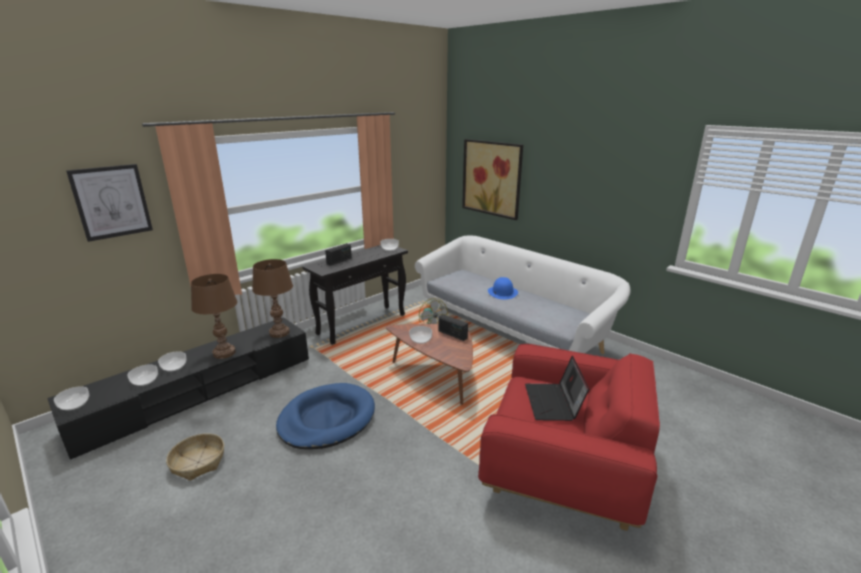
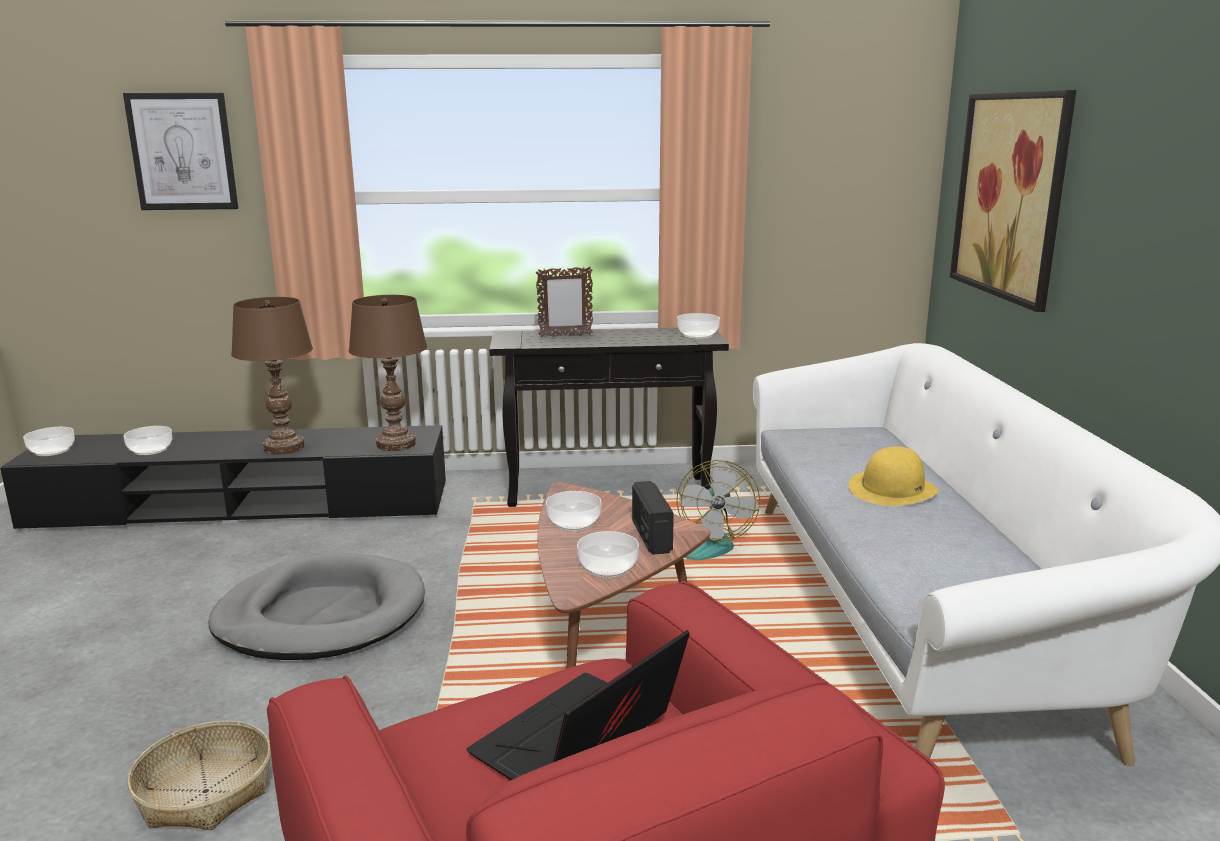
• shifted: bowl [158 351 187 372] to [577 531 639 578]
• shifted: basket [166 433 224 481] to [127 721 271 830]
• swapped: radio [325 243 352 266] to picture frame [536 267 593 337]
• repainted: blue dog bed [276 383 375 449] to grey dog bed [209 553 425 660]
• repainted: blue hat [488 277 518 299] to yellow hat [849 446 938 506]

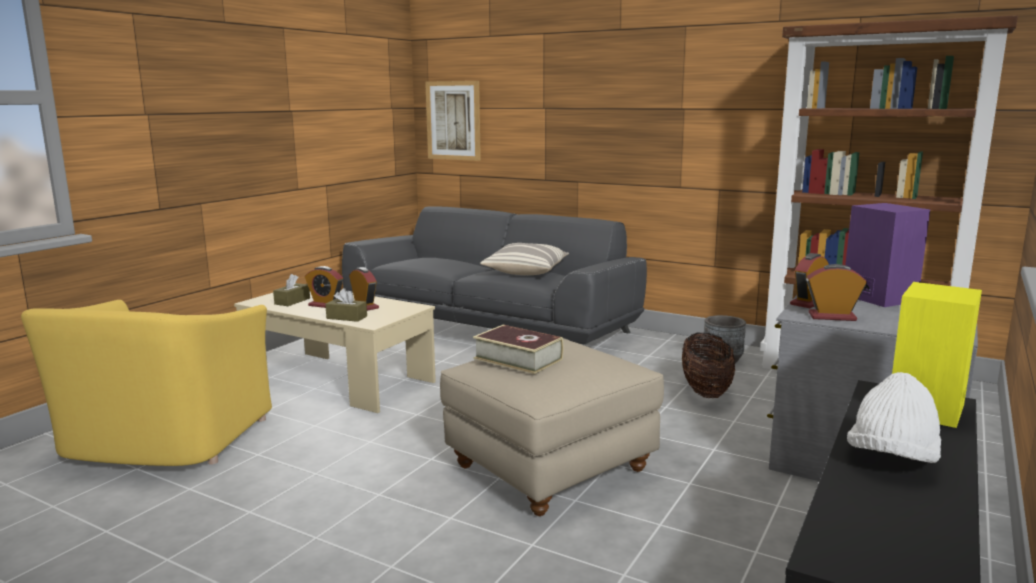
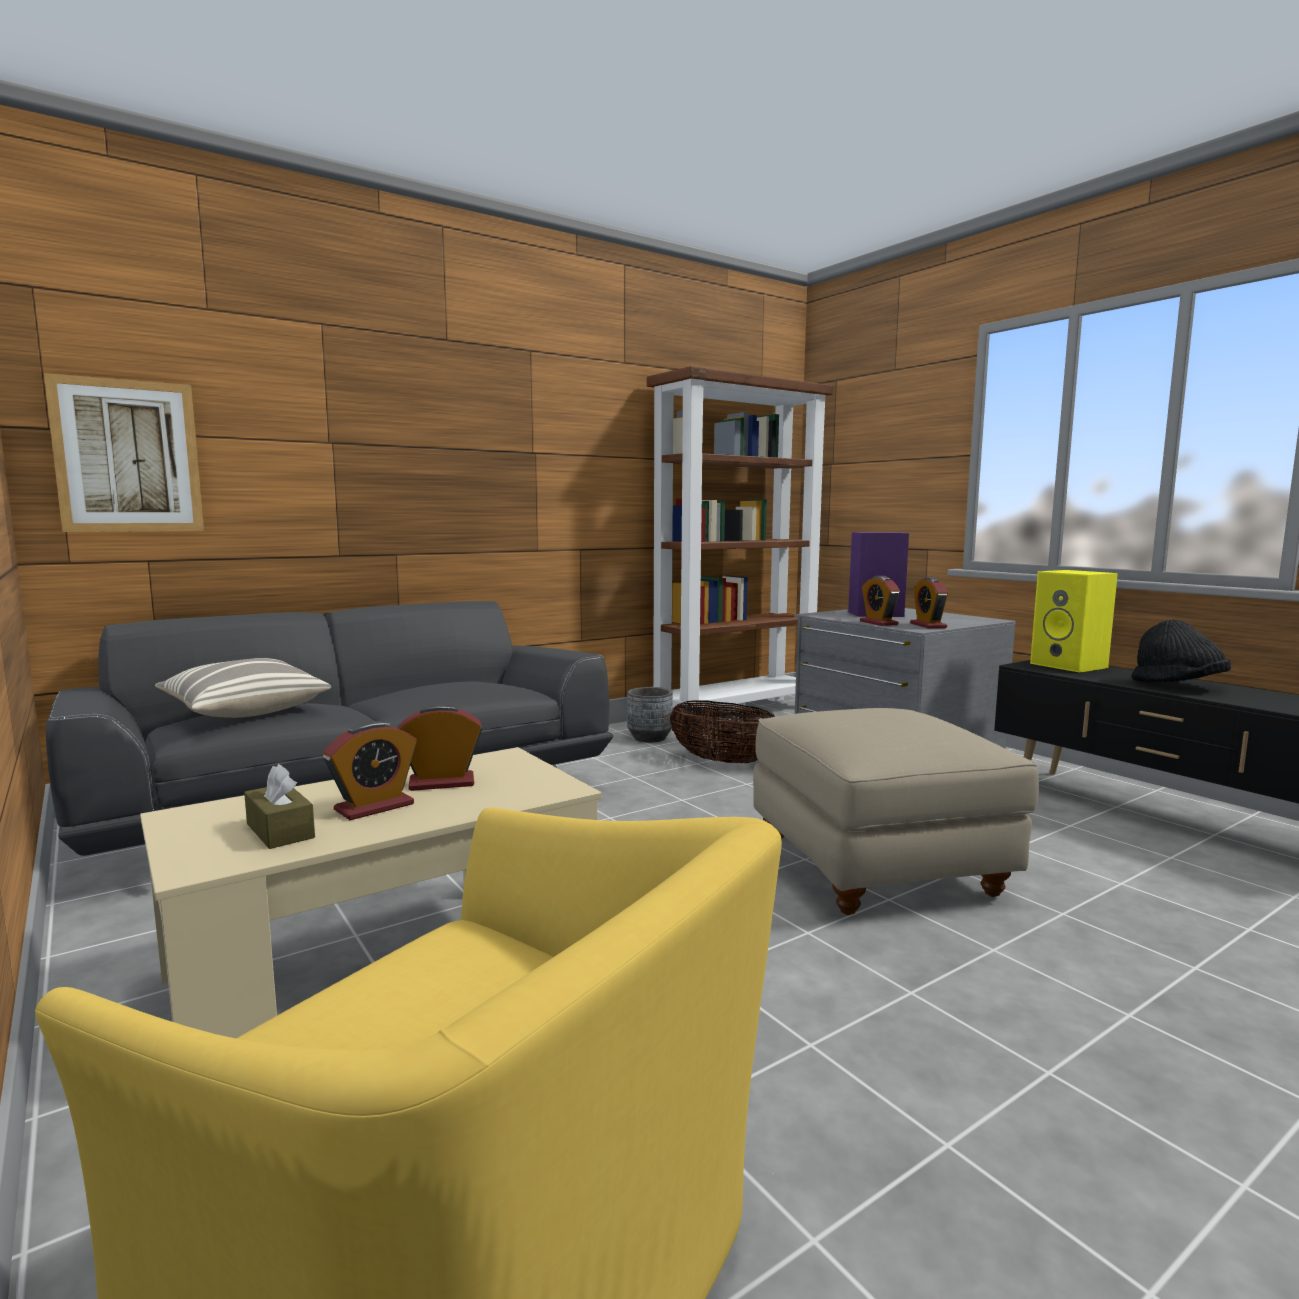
• gone: brown tissue box [325 288 367 322]
• gone: book [473 325 563 374]
• shifted: pillow [480 243 569 275] to [155 658 331 718]
• repainted: white hat [847 372 941 463] to black hat [1132 619 1231 682]
• rotated: alarm clock [806 264 867 321] = [910 577 948 628] 45 degrees counterclockwise

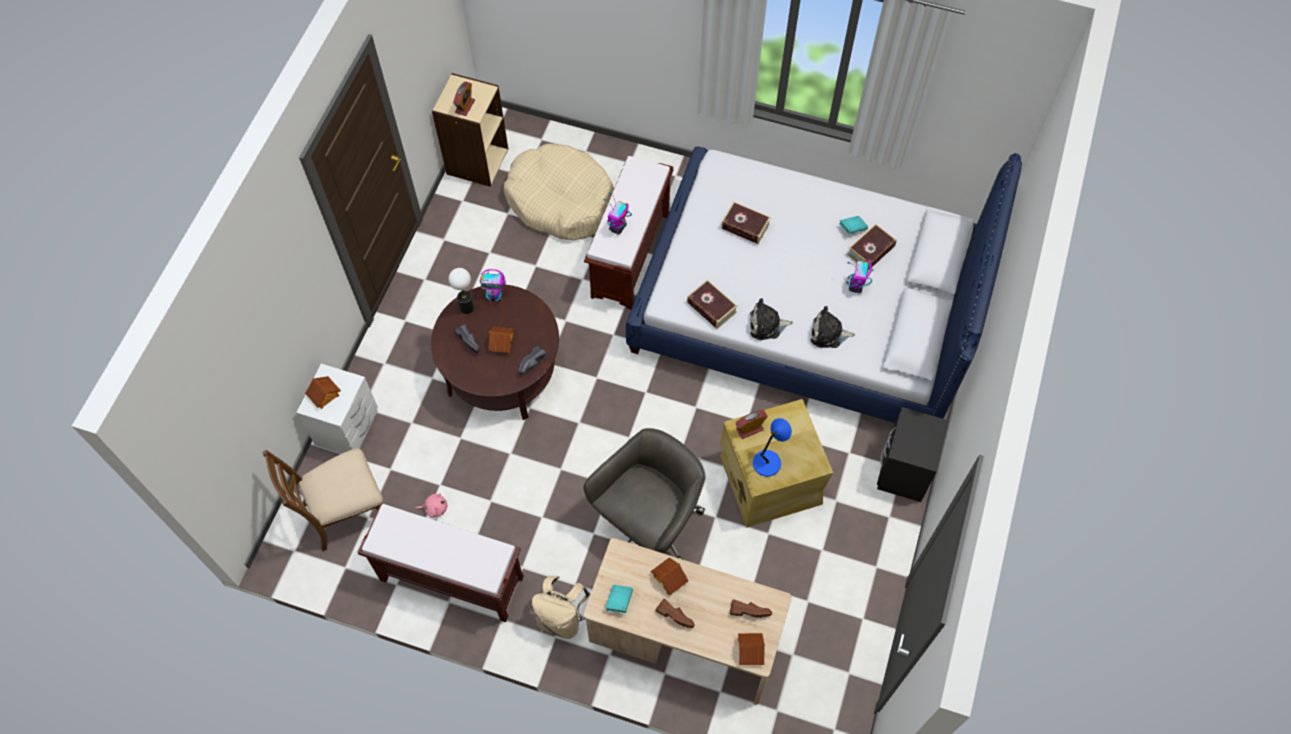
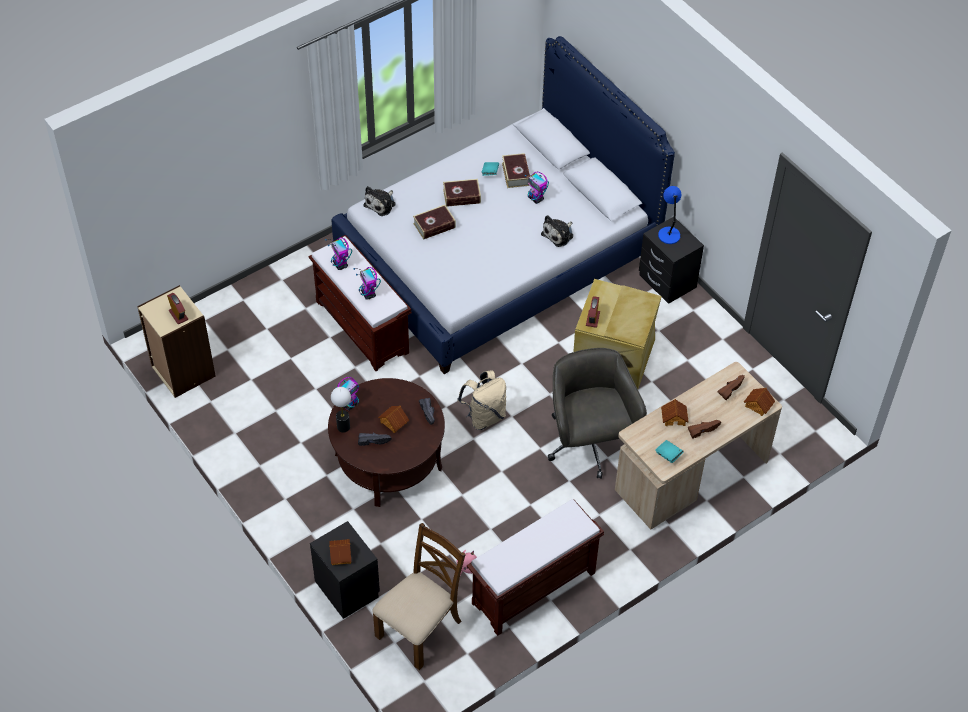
• gone: beige dog bed [504 144 614 240]
• new: toy robot [325 237 352 270]
• shifted: beige backpack [531 576 590 639] to [457 370 506 430]
• shifted: book [687 279 738 329] to [443 179 481 207]
• shifted: plush toy [750 298 793 340] to [364 186 396 216]
• shifted: blue table lamp [753 418 792 477] to [658 186 682 244]
• repainted: white nightstand [296 364 378 454] to black nightstand [310 521 380 619]
• rotated: brown chair [262 448 383 551] = [372 523 466 670] 150 degrees counterclockwise

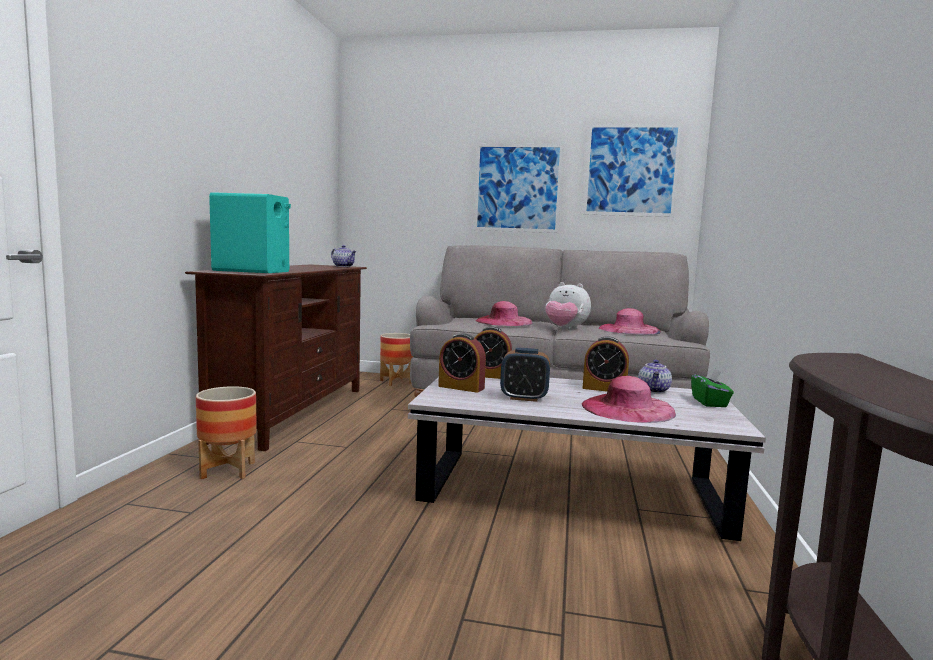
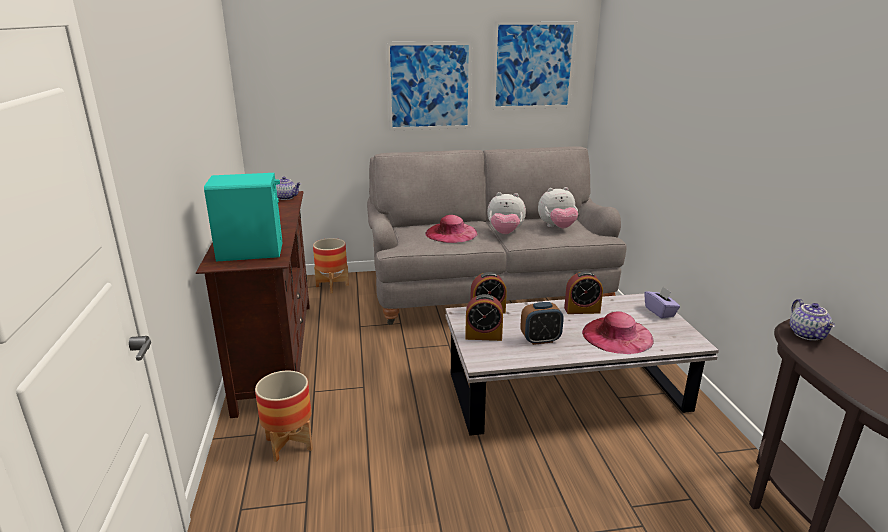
• shifted: teapot [638 360 672 393] to [790 299 835 341]
• swapped: pink hat [599 308 661 335] to plush toy [538 187 578 228]
• repainted: green tissue box [691 369 734 407] to purple tissue box [644 287 680 319]

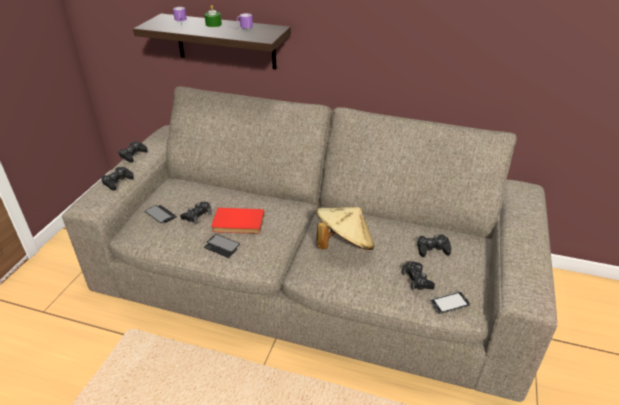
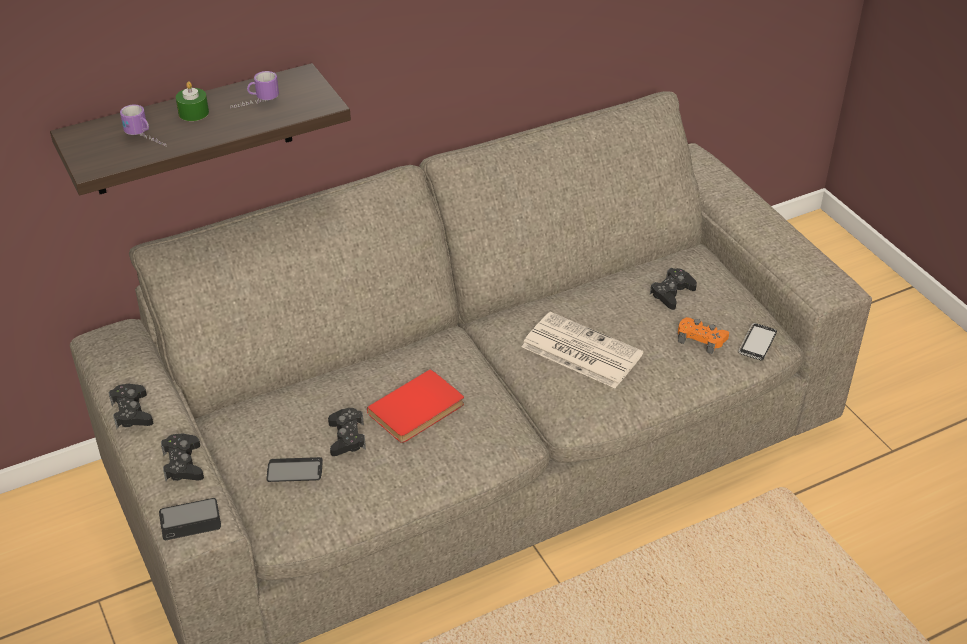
• shifted: phone [204 234 240 258] to [159 498 221 540]
• swapped: beige hat [316 207 374 250] to newspaper [521 312 643 388]
• repainted: black game controller [402 261 435 291] to orange game controller [678 317 729 354]

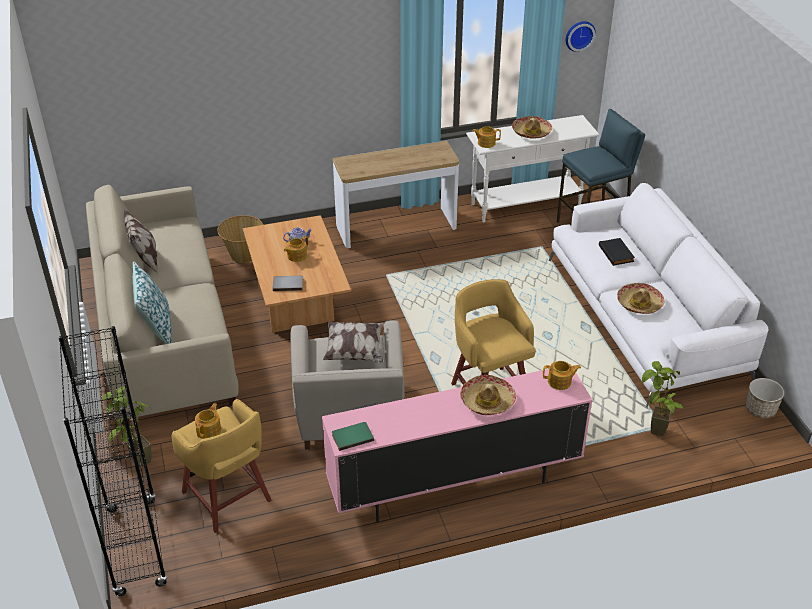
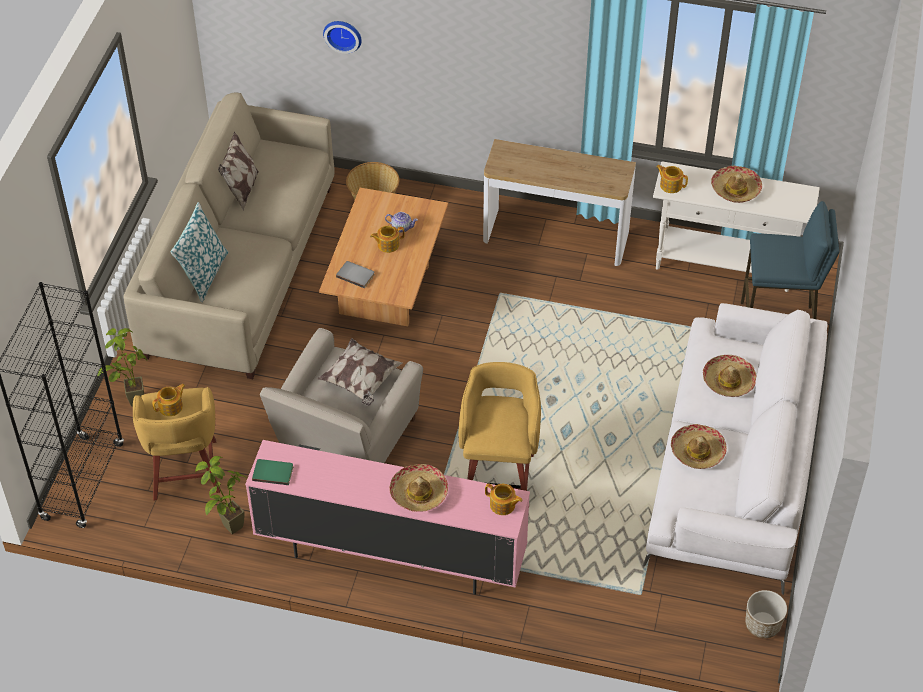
• shifted: wall clock [566 21 596 52] to [323 21 361 54]
• shifted: potted plant [642 361 683 436] to [195 456 247 534]
• swapped: black book [599 238 635 266] to hat [703 355 756 397]

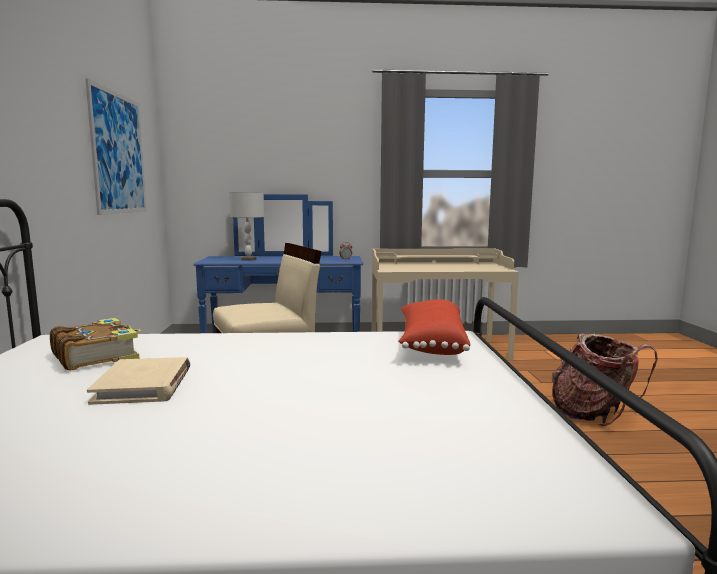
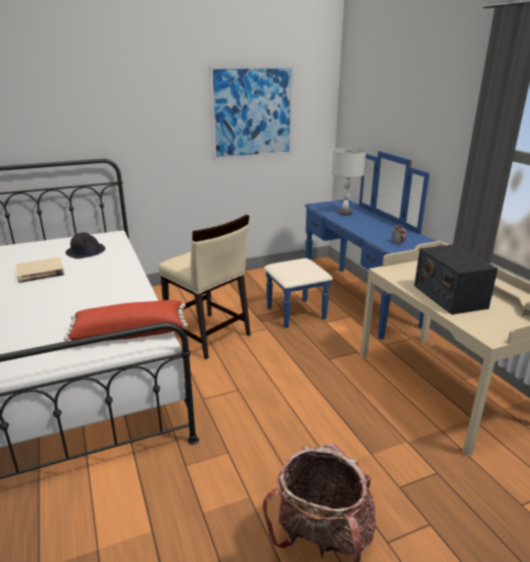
• new: radio [414 244 498 315]
• swapped: book [50 318 141 371] to black hat [66 232 105 259]

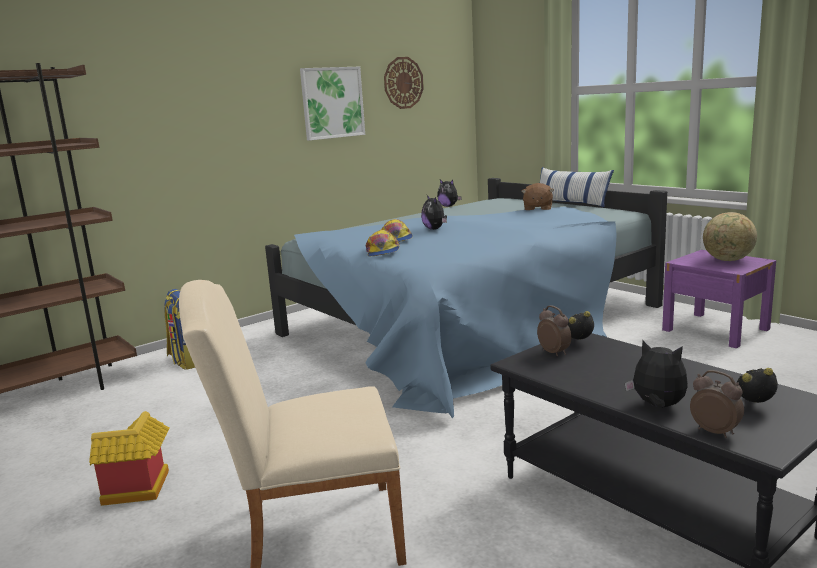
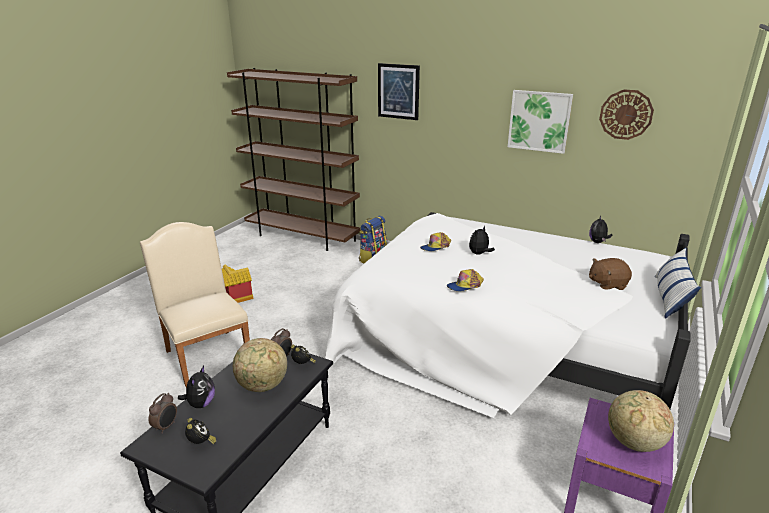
• new: globe [233 338 287 392]
• new: picture [378 63 420 120]
• shifted: cap [366 230 399 256] to [447 269 484 292]
• repainted: blue bed [265 178 667 418] to white bed [325 212 691 418]

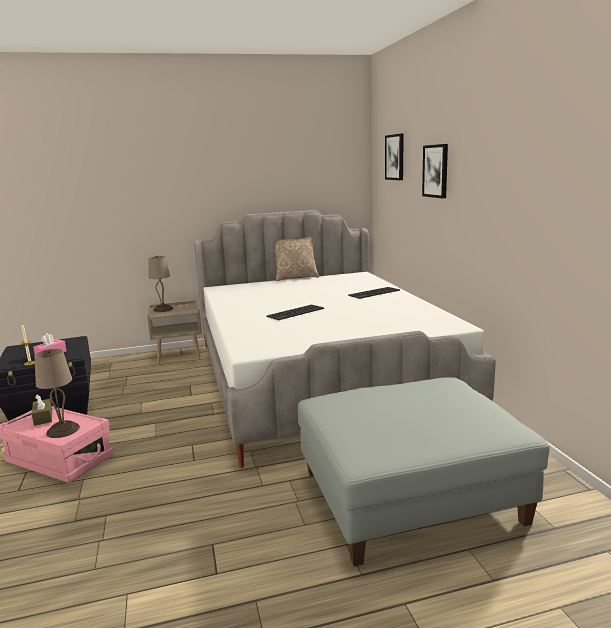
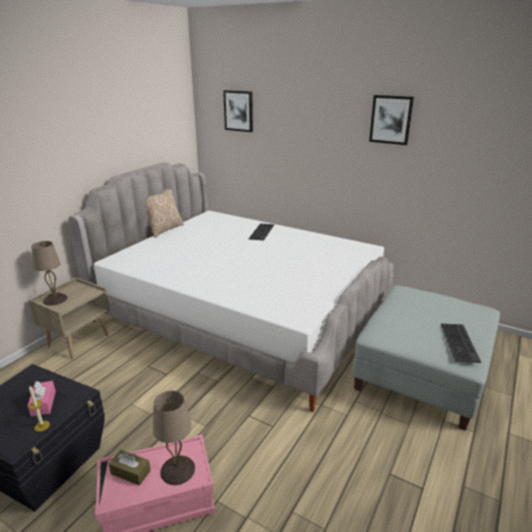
• shifted: keyboard [266 305 324 320] to [441 324 481 363]
• shifted: picture [422 144 448 198] to [369 95 414 145]

